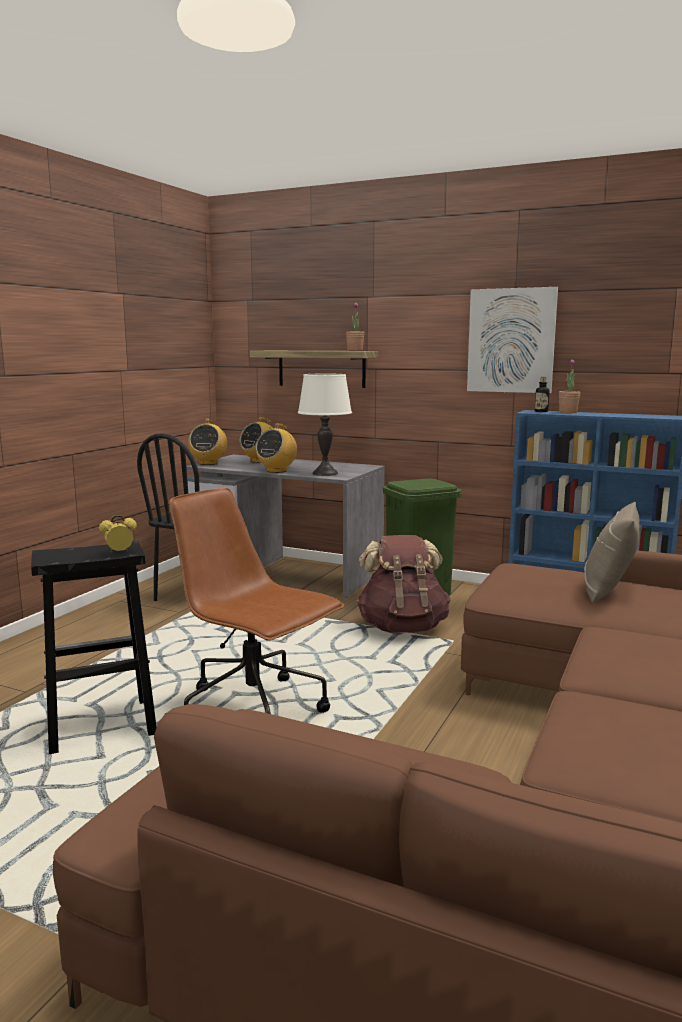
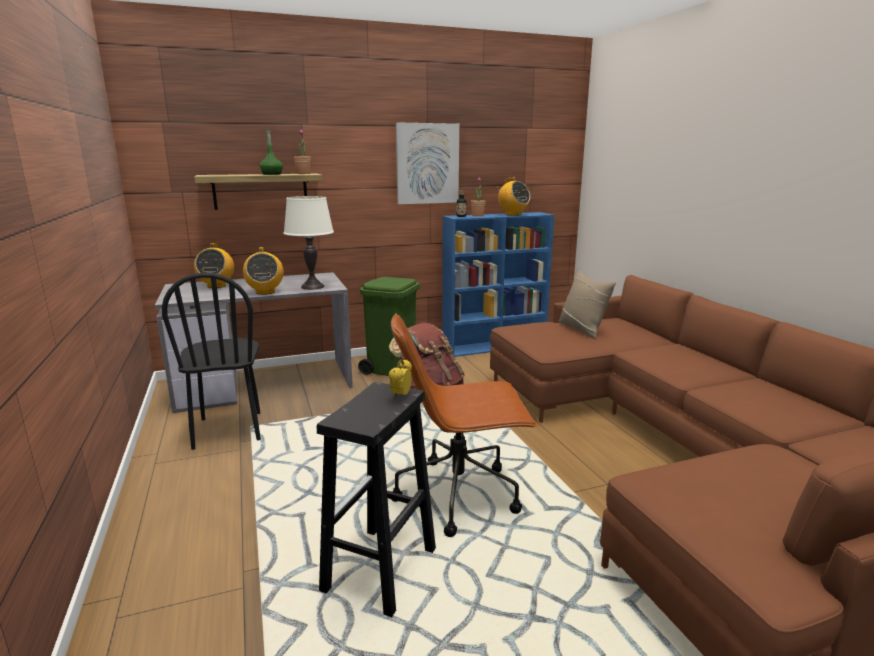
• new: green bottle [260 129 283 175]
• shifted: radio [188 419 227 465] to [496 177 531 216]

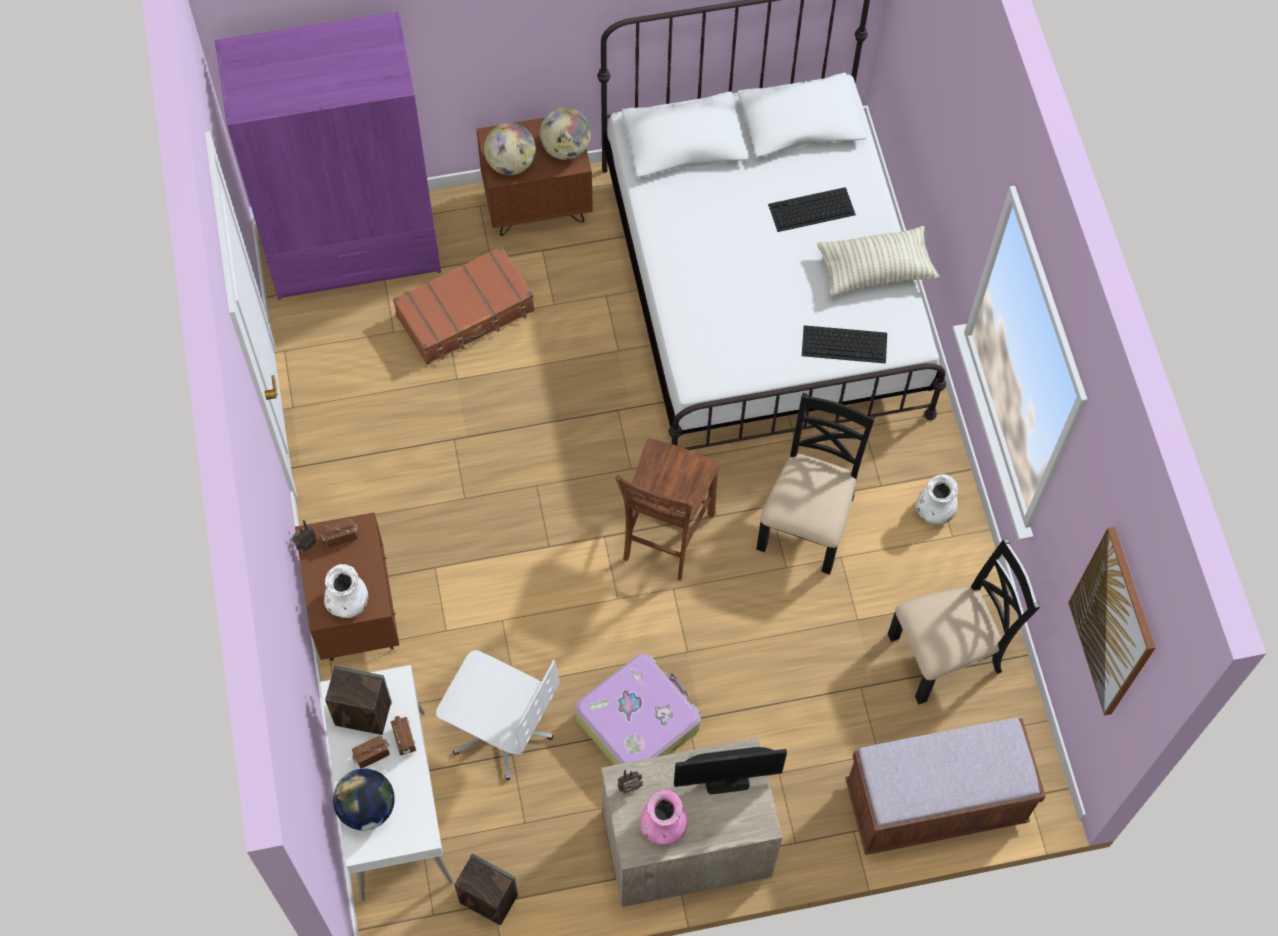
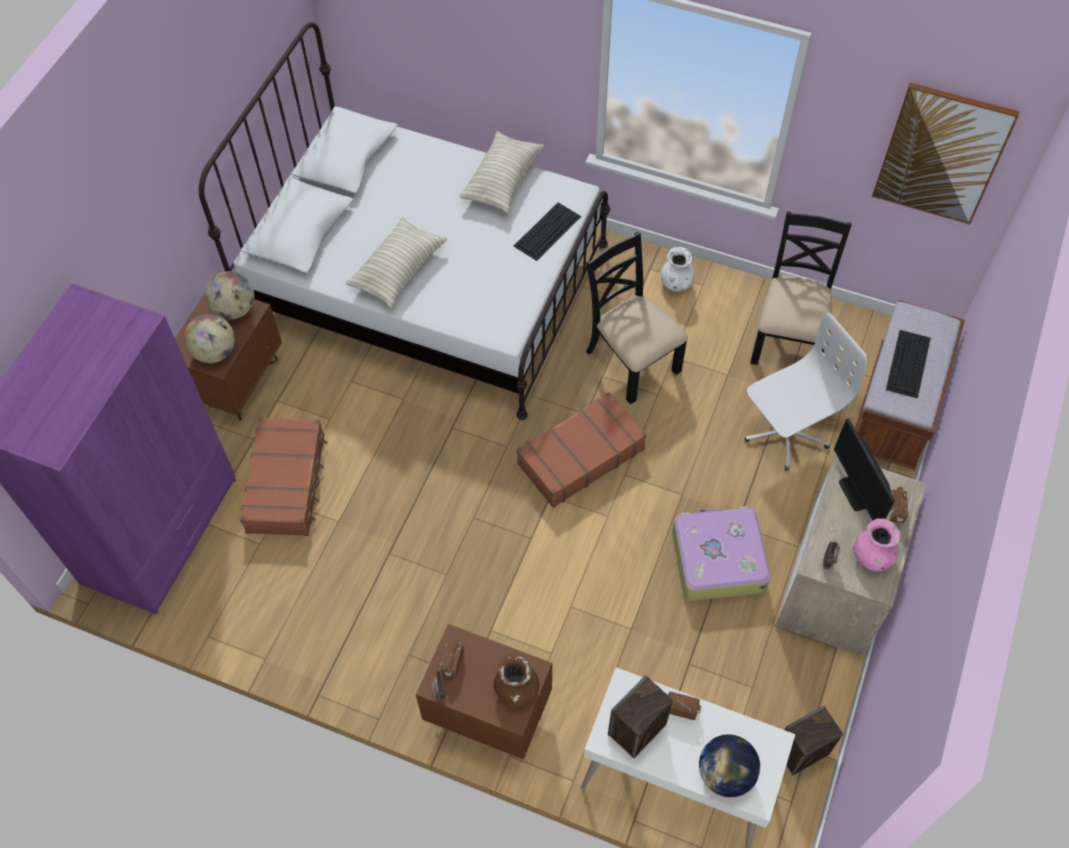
• new: pillow [345 217 447 308]
• shifted: radio [352 735 390 769] to [888 487 910 523]
• shifted: white office chair [436 650 560 780] to [744 313 867 471]
• shifted: keyboard [768 187 856 232] to [886 330 931 399]
• swapped: brown chair [615 438 720 581] to brown suitcase [517 392 647 508]
• repainted: white vase [324 564 368 618] to brown vase [494 655 539 708]
• rotated: monitor [674 747 787 794] = [834 419 895 520] 135 degrees clockwise

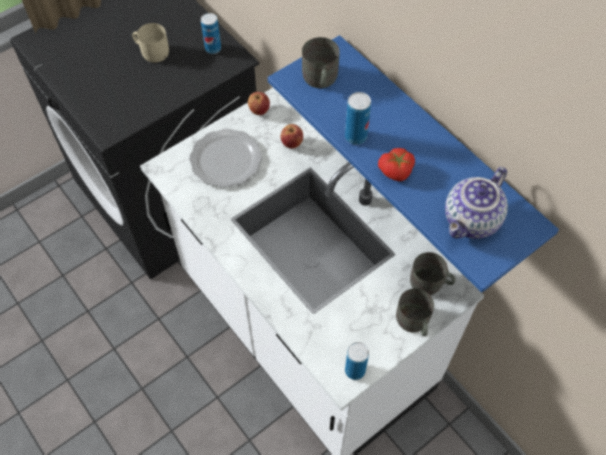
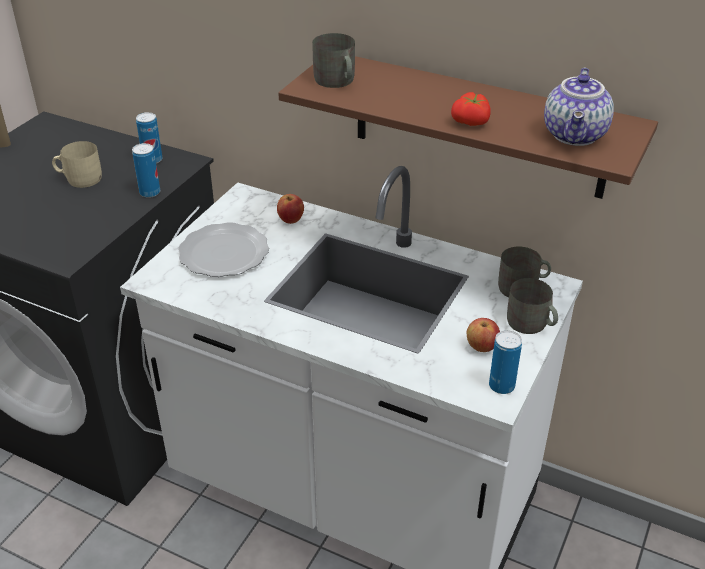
• shifted: apple [248 92 270 115] to [467 318 500 352]
• shifted: can [345 92 371 145] to [132 143 160 198]
• repainted: blue shelf [268 35 559 293] to brown shelf [278 56 658 199]

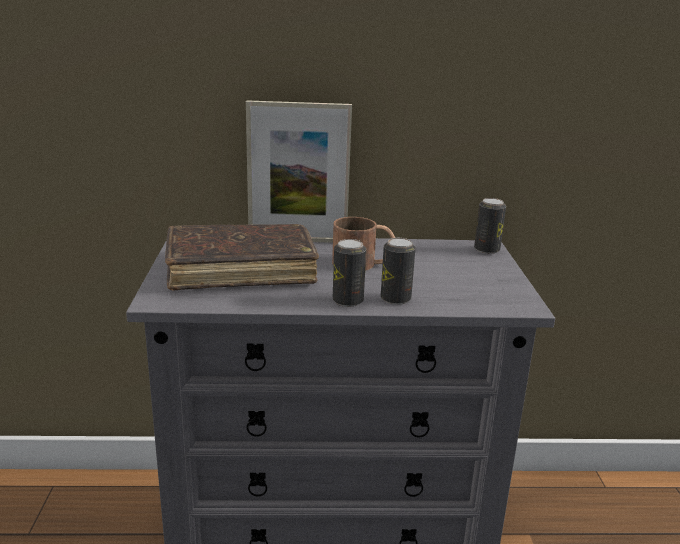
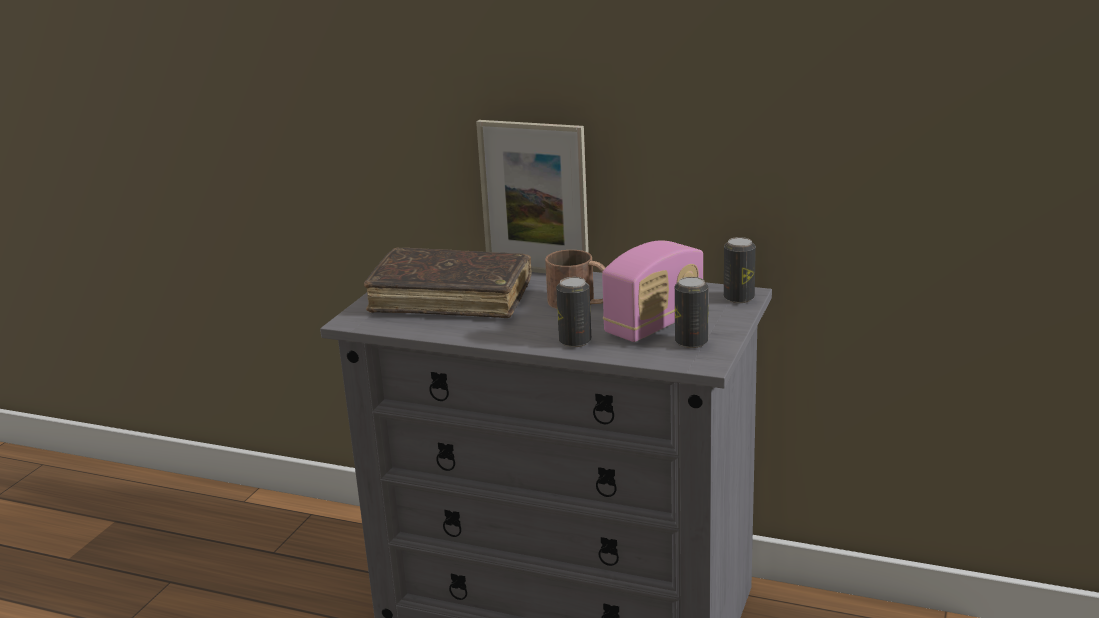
• new: radio [602 240 703 342]
• shifted: can [333 239 366 307] to [675 277 709 348]

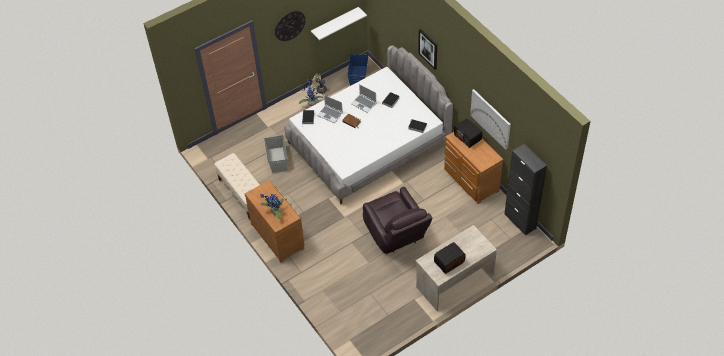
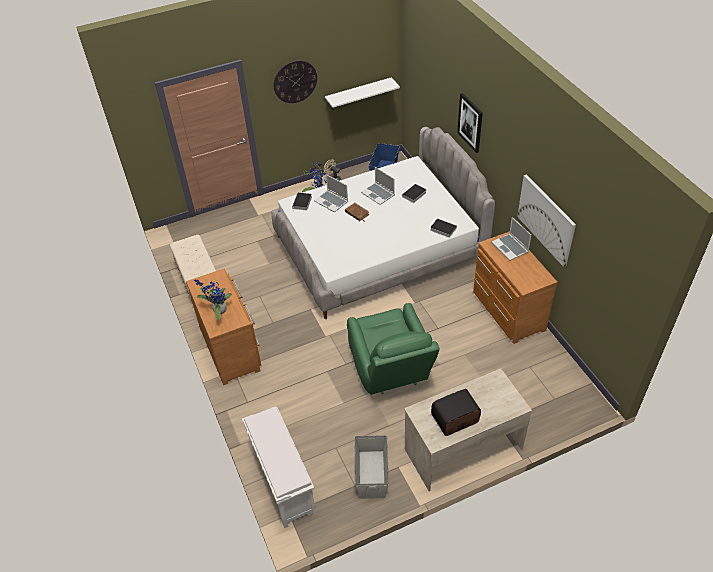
• gone: black cabinet [504 144 547 235]
• new: white bench [242 406 316 528]
• shifted: grey storage box [264 135 288 173] to [354 435 389 499]
• swapped: radio [454 118 482 148] to laptop [492 217 531 261]
• repainted: brown armchair [363 187 432 254] to green armchair [347 303 440 395]

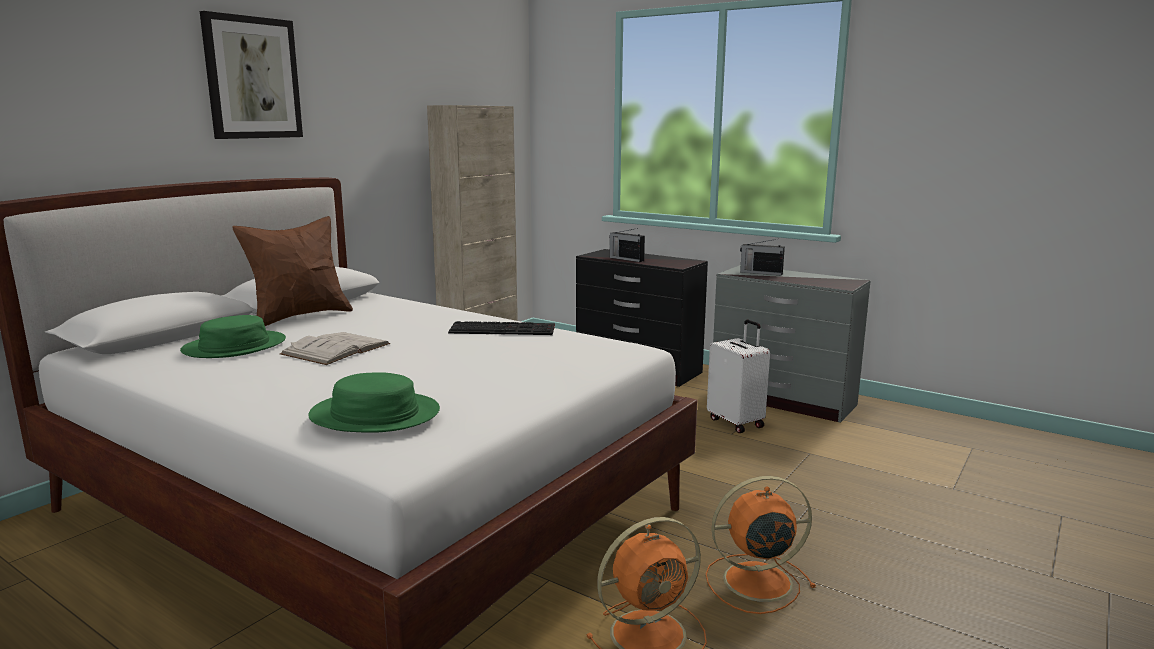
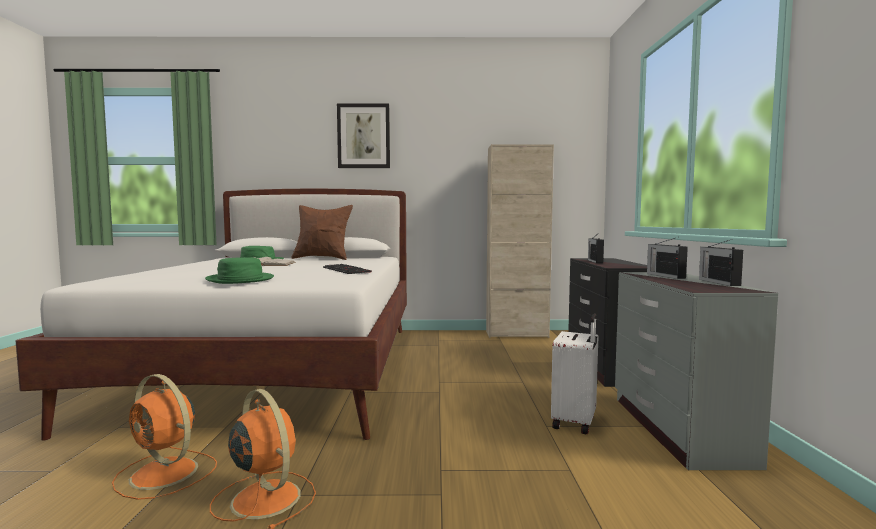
• new: radio [699 239 743 286]
• shifted: green hat [308 372 440 433] to [205 257 274 284]

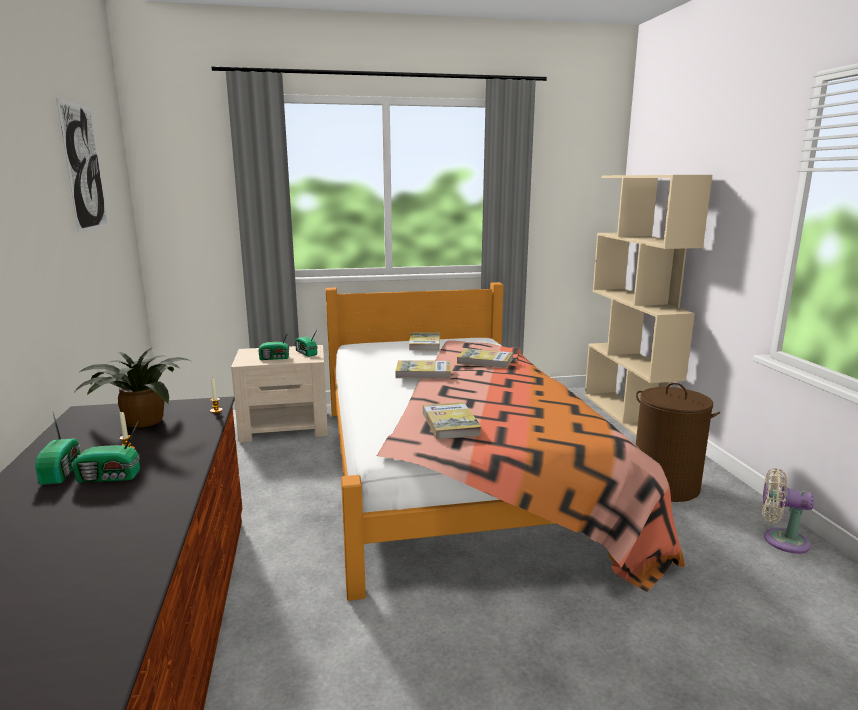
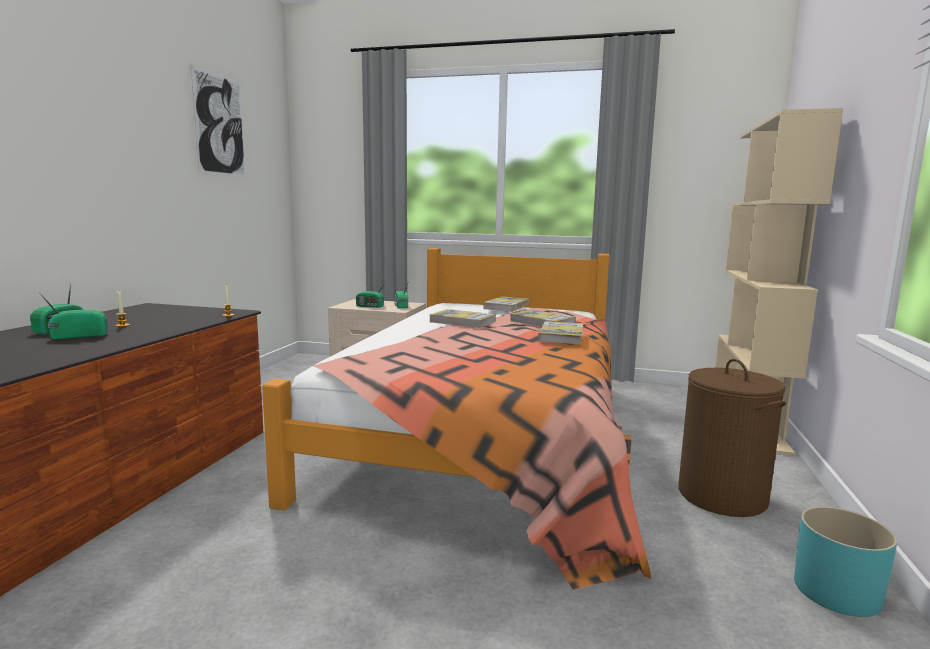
• gone: potted plant [73 347 193 428]
• shifted: book [423 402 482 440] to [538 321 583 345]
• swapped: beige fan [762 468 814 554] to turquoise planter [794 507 897 617]
• rotated: radio [73 422 140 483] = [40 294 108 340] 135 degrees clockwise

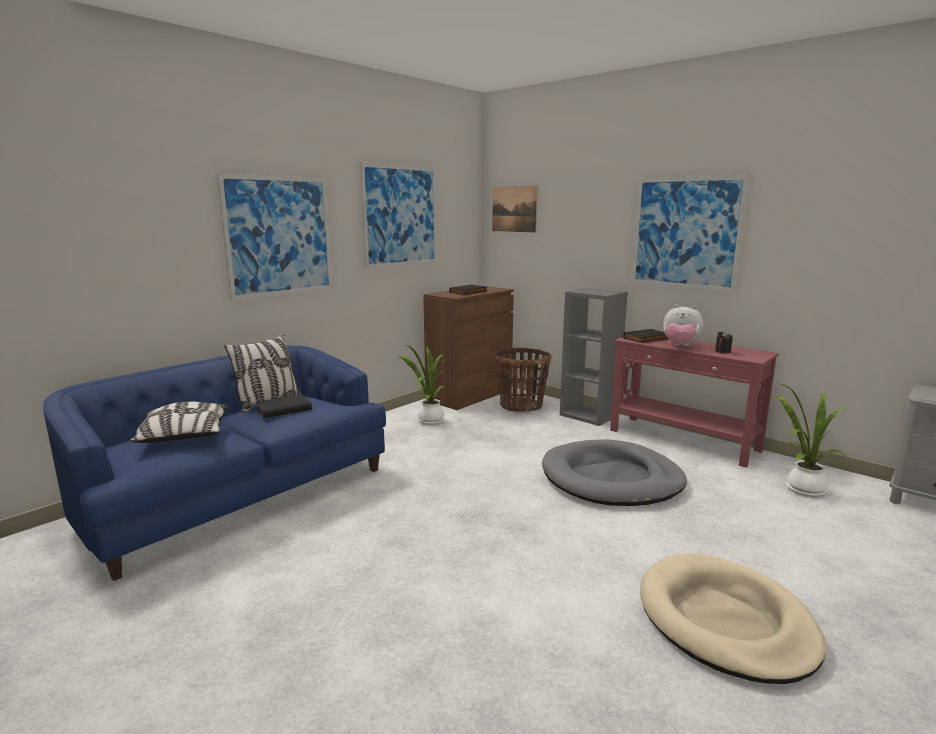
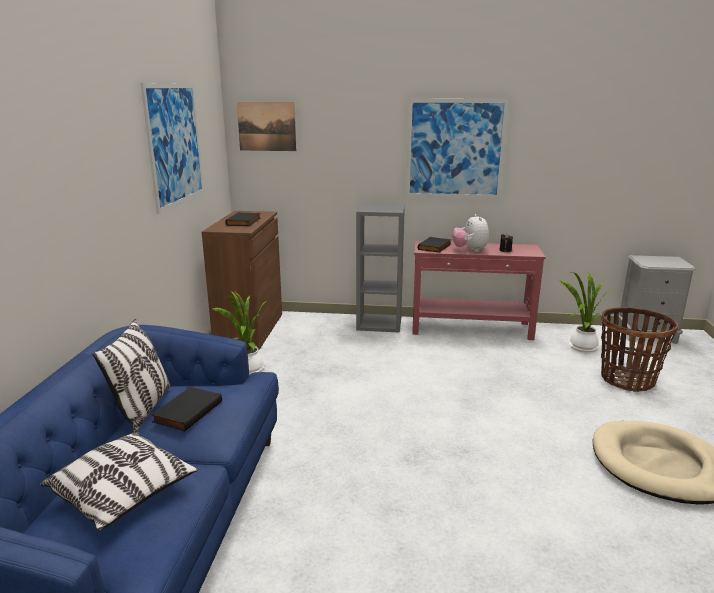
• gone: picture [217 173 333 301]
• gone: grey dog bed [542 439 687 506]
• shifted: basket [495 348 552 412] to [601 307 678 392]
• rotated: plush toy [663 305 704 346] = [452 214 489 252] 90 degrees clockwise

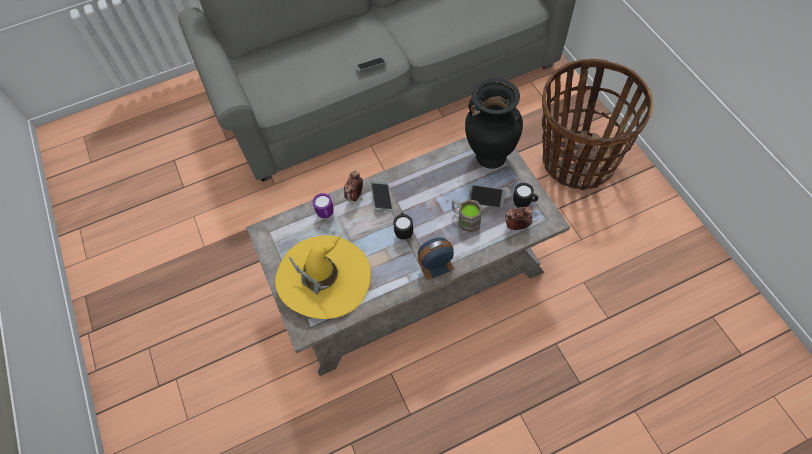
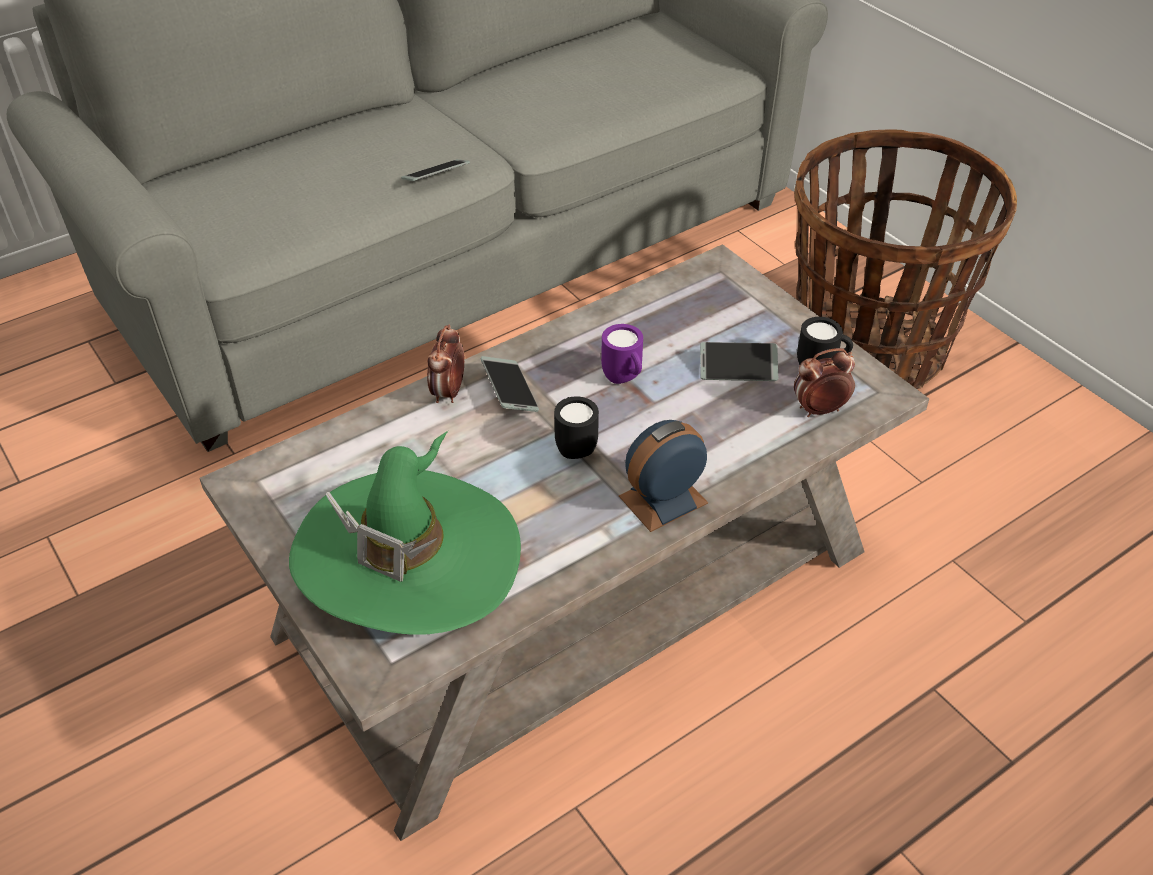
• gone: brown mug [452 199 482 232]
• gone: black vase [465 78 523 169]
• shifted: purple mug [313 193 334 218] to [601 324 643 384]
• repainted: yellow hat [275 234 371 319] to green hat [289 431 521 635]

